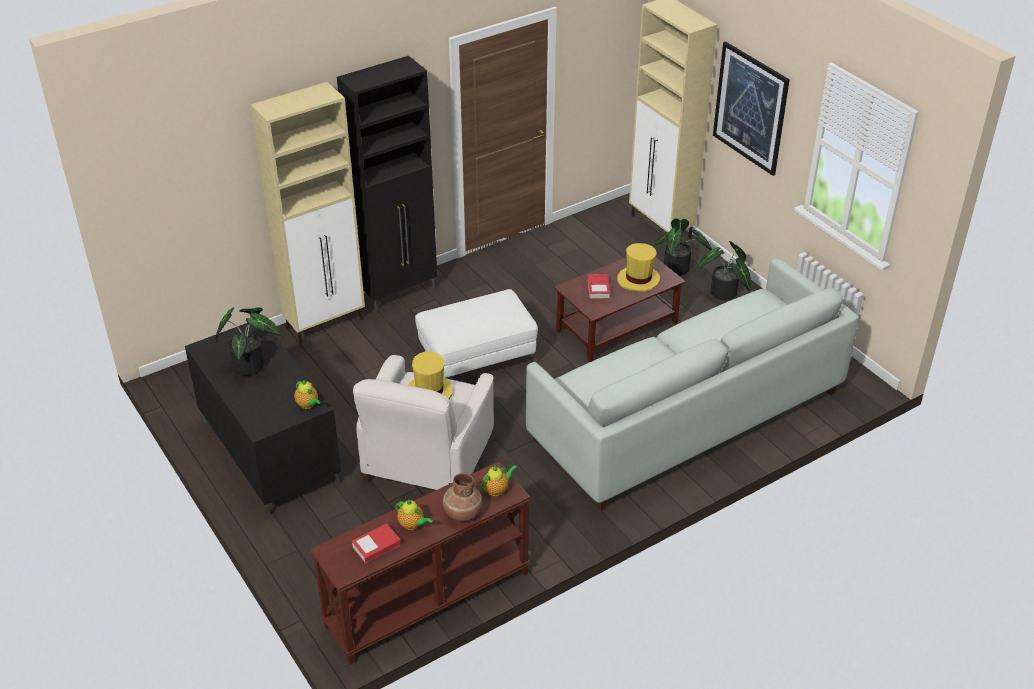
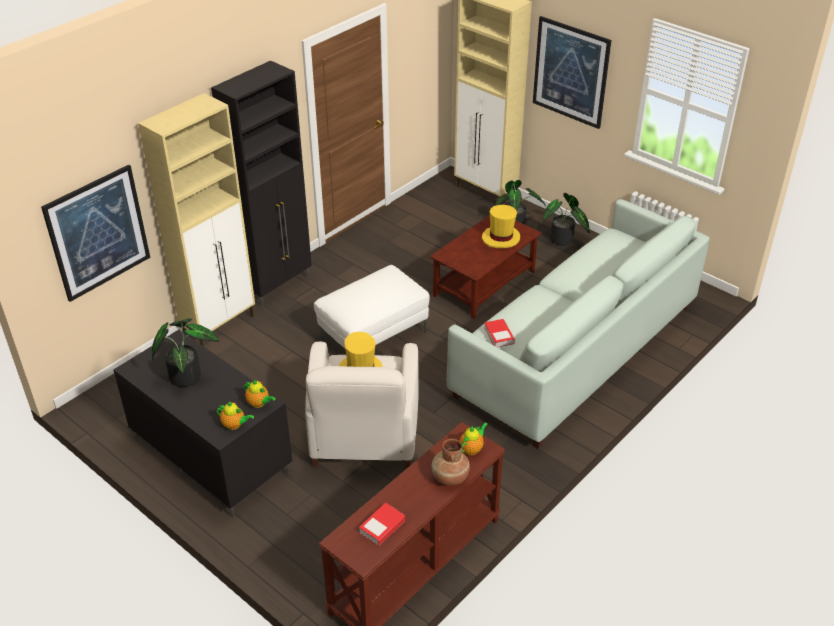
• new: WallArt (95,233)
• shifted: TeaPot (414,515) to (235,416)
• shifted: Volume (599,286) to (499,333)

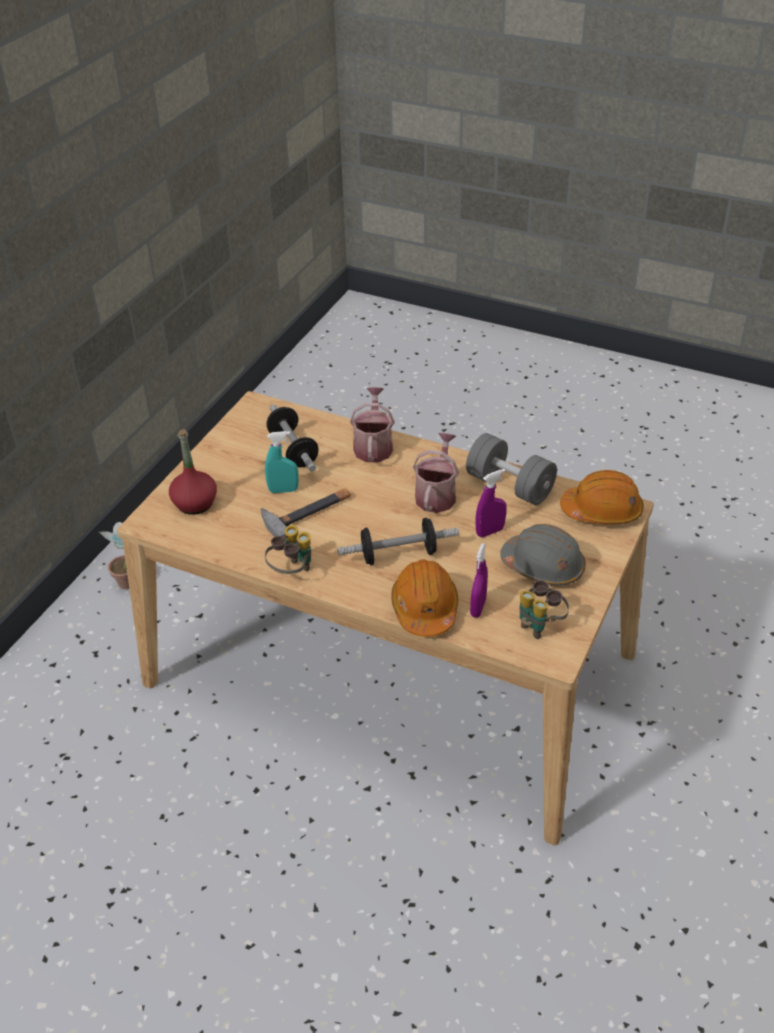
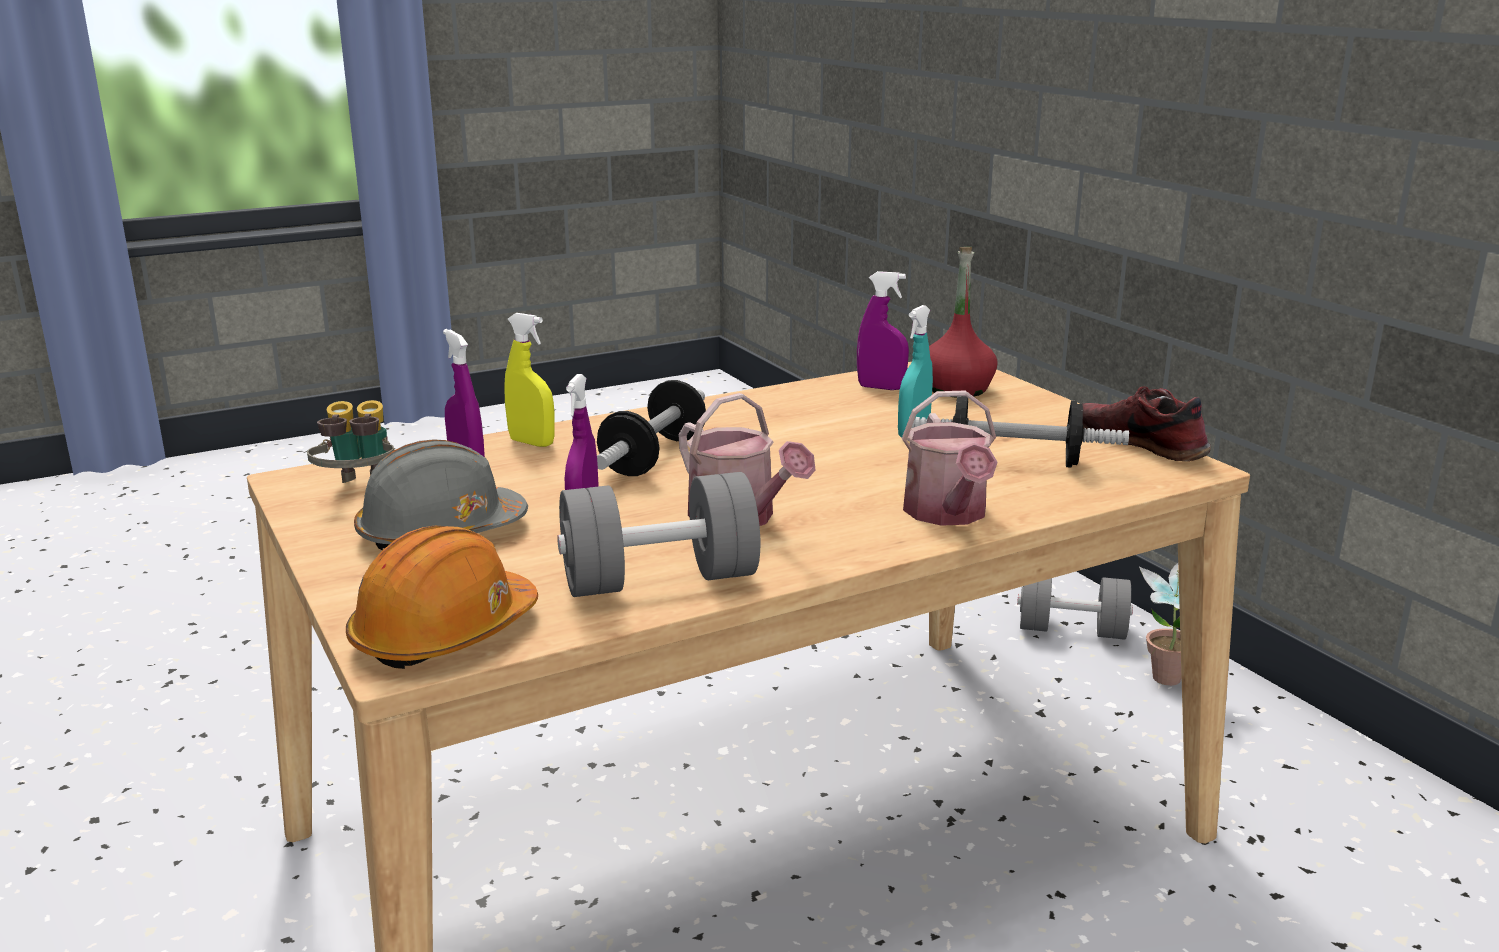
• swapped: OrangeSafetyHelmet (425,598) to YellowHandSprayer (529,380)
• new: PurpleHandSprayer (883,330)
• rotated: WateringCan (372,425) = (950,458) 45 degrees clockwise
• new: GreyDumbbell (1075,608)
• new: LowShoe (1146,423)
• gone: Hammer (306,513)
• gone: Binoculars (288,549)

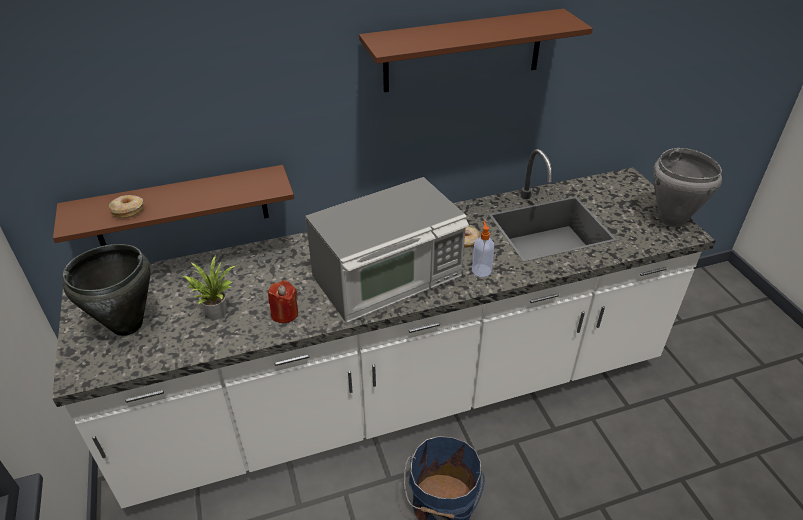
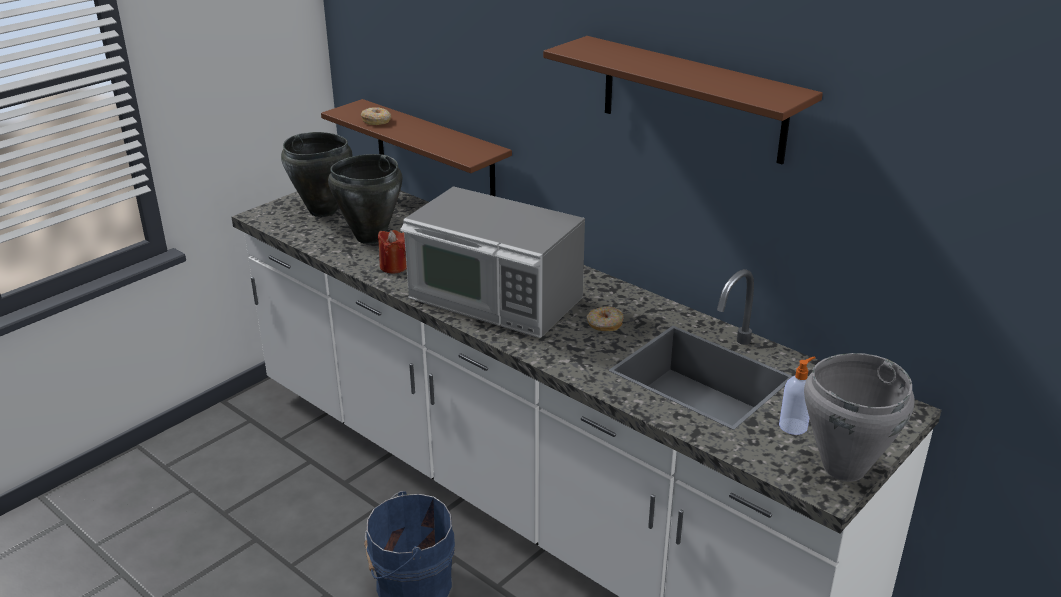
• swapped: PlantInAPot (210,288) to BlackColouredStockpot (365,199)
• shifted: LiquidSoapBottle (483,249) to (797,395)

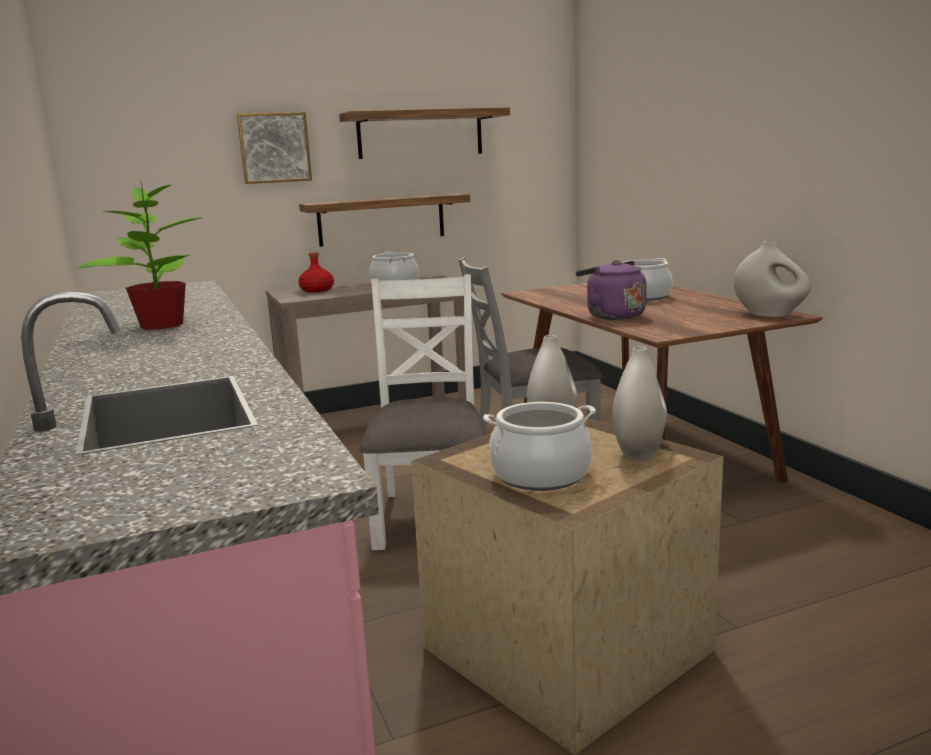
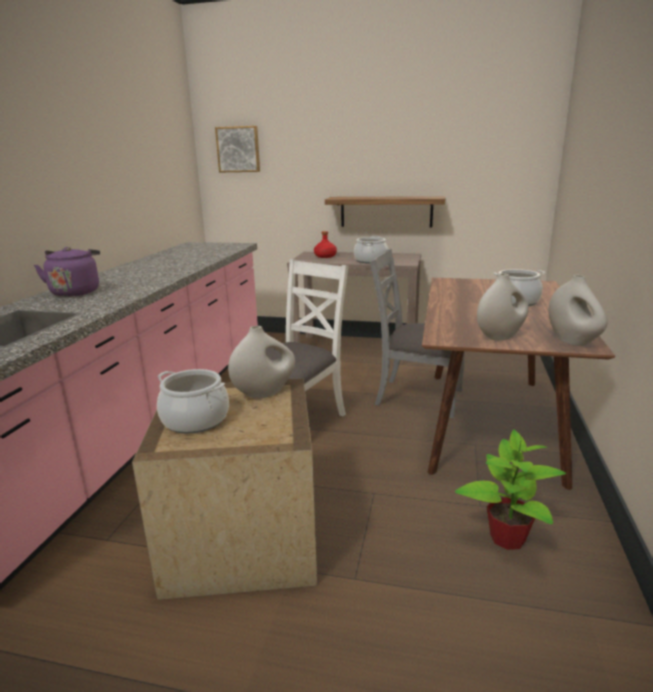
• shifted: PurpleWaterKettle (611,290) to (67,272)
• shifted: WallArt (274,148) to (237,149)
• shifted: PlantInAPot (138,254) to (510,489)
• shifted: WhiteColouredVase (639,403) to (503,307)
• gone: Shelf (424,133)

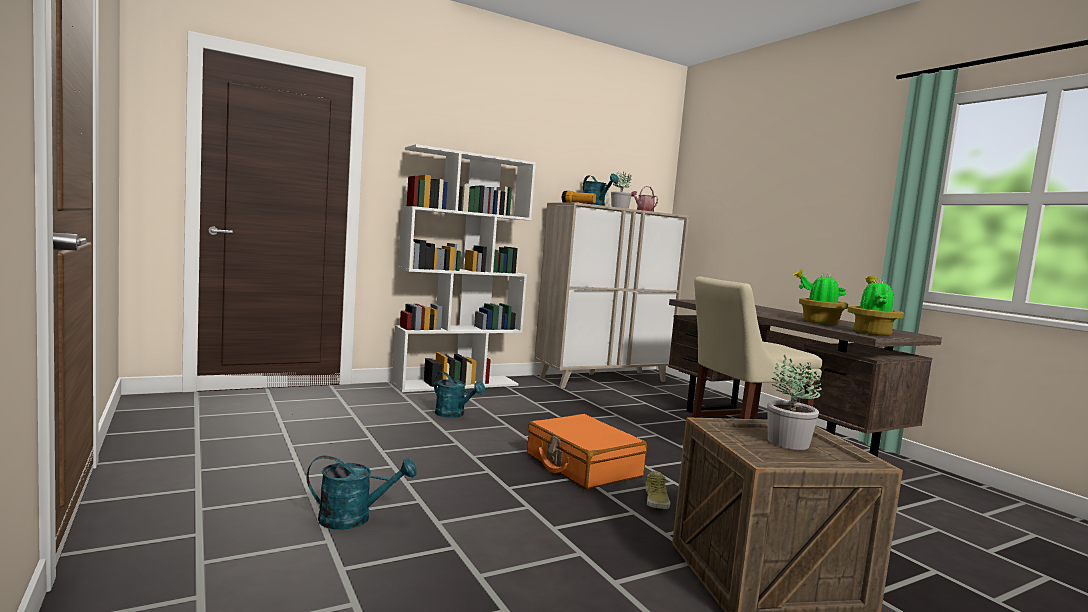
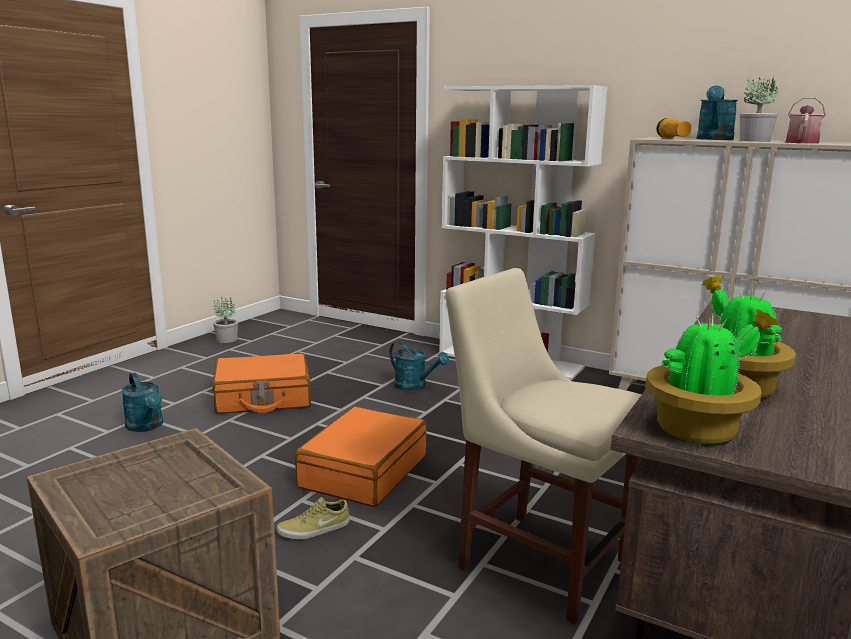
• new: OrangeSuitcase (261,383)
• shifted: PlantInAPot (794,402) to (225,320)
• rotated: TurquoiseWateringCan (459,395) = (419,366) 60 degrees counterclockwise

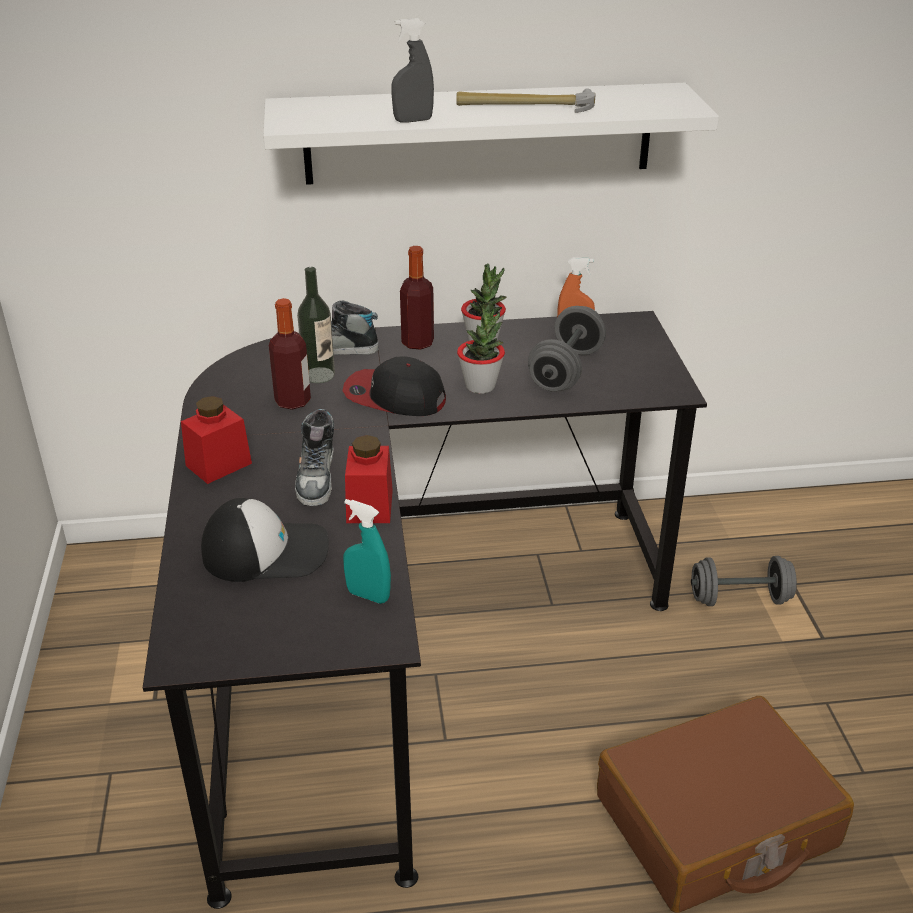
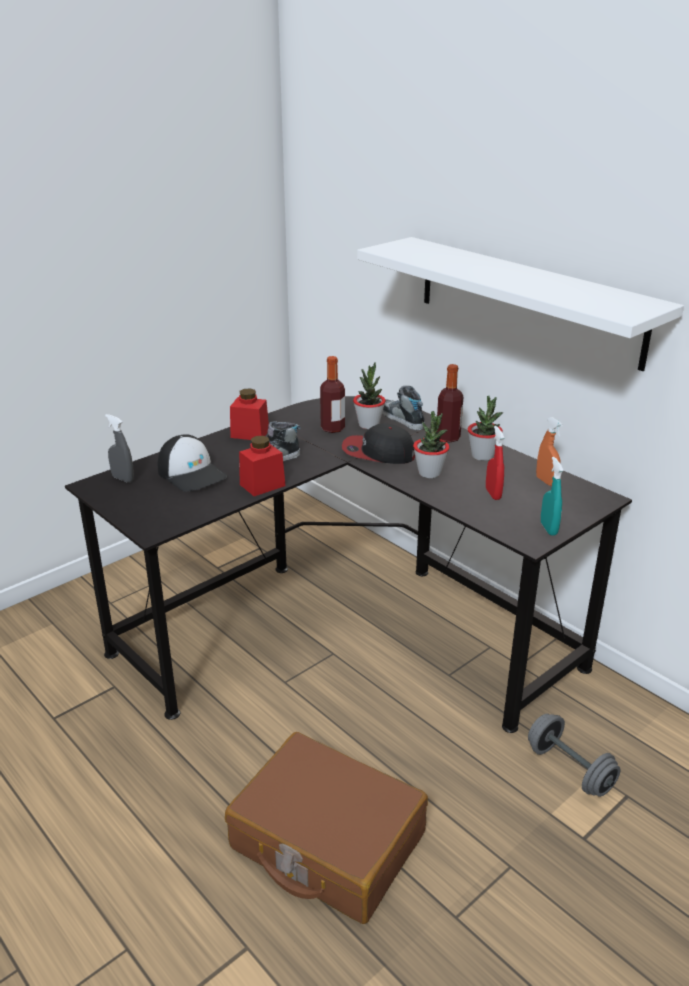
• shifted: GreyHandSprayer (412,70) to (119,448)
• rotated: BaseballCap (394,386) = (378,443) 60 degrees counterclockwise
• swapped: Bottle (316,325) to PlantInAPot (369,395)
• swapped: GreyDumbbell (567,348) to ReddishHandSprayer (495,463)
• shifted: TurquoiseHandSprayer (367,551) to (552,496)
• gone: Hammer (525,100)

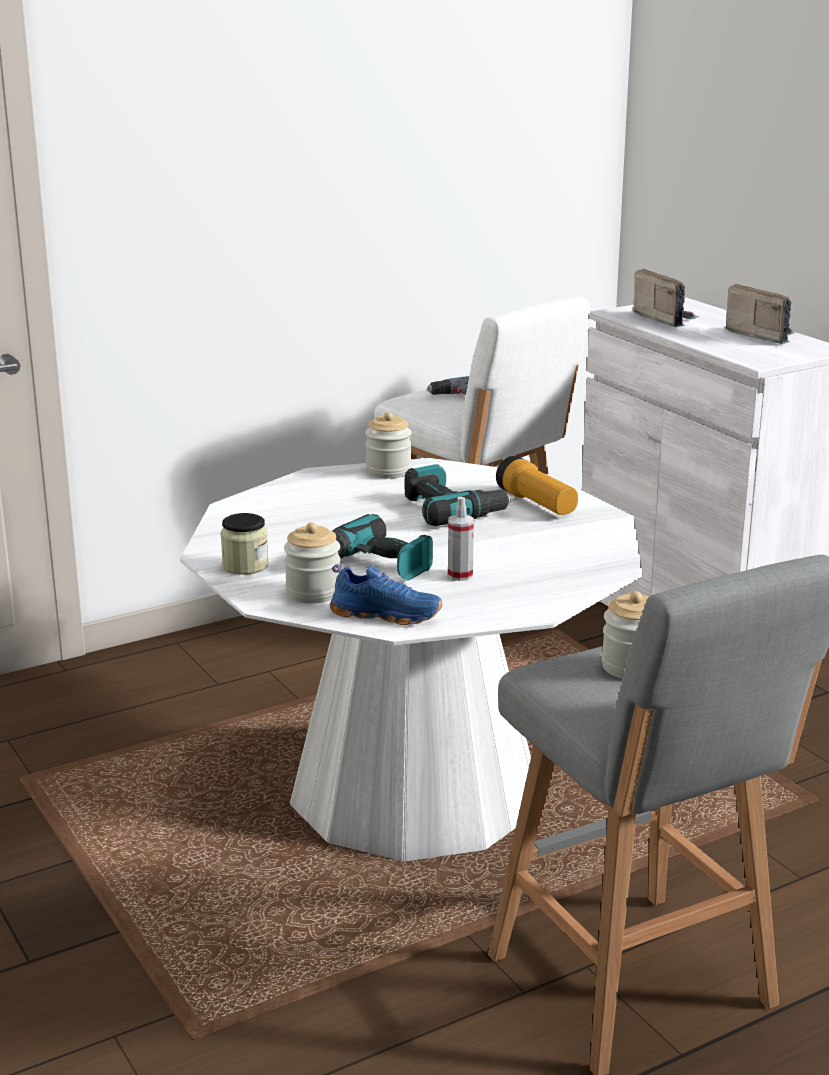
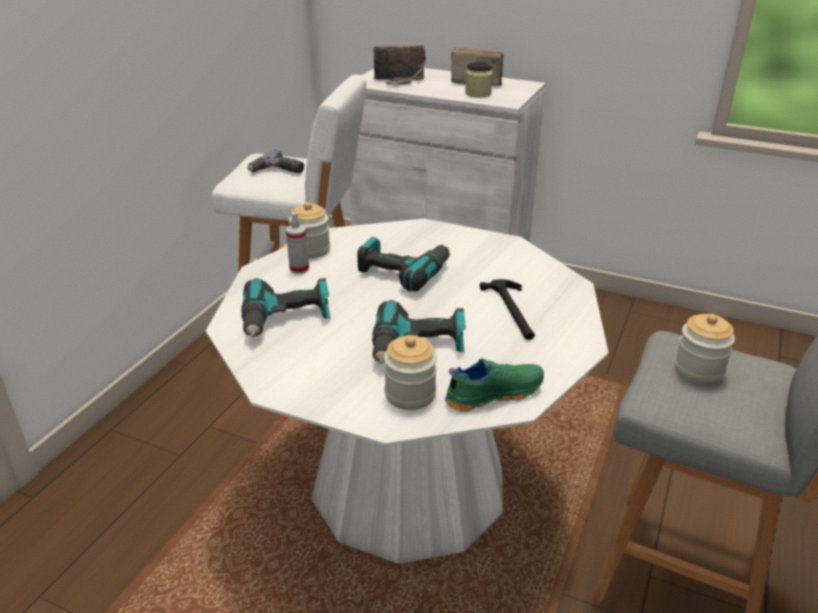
• new: PowerDrill (286,307)
• shifted: HandSprayer (461,539) to (297,243)
• rotated: Radio (666,297) = (399,65) 150 degrees clockwise
• repainted: BluishLowShoe (386,594) to GreenLowShoe (494,384)
• shifted: StorageJar (245,544) to (479,79)
• new: Hammer (507,309)
• gone: HandTorch (537,485)

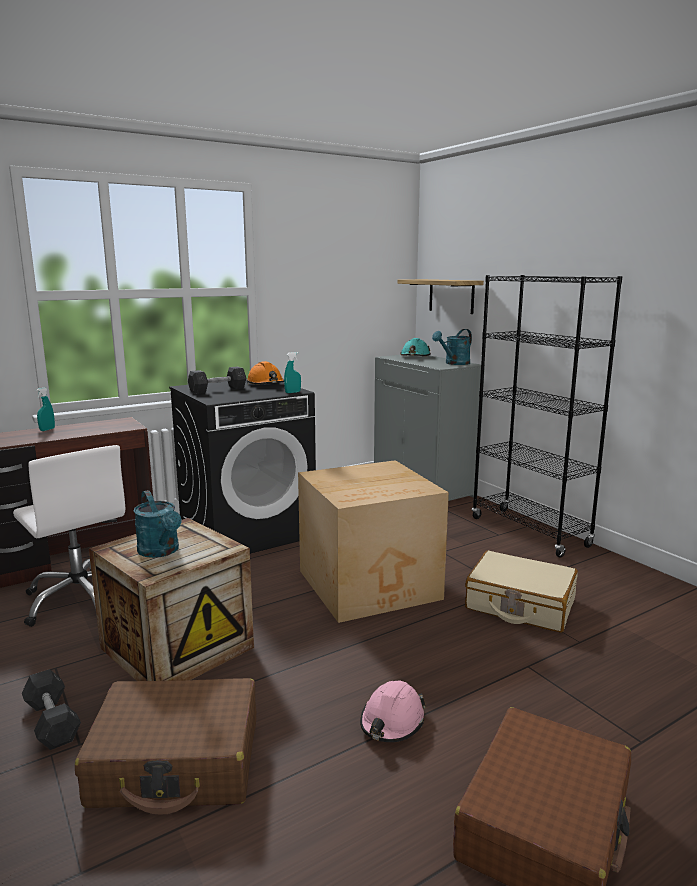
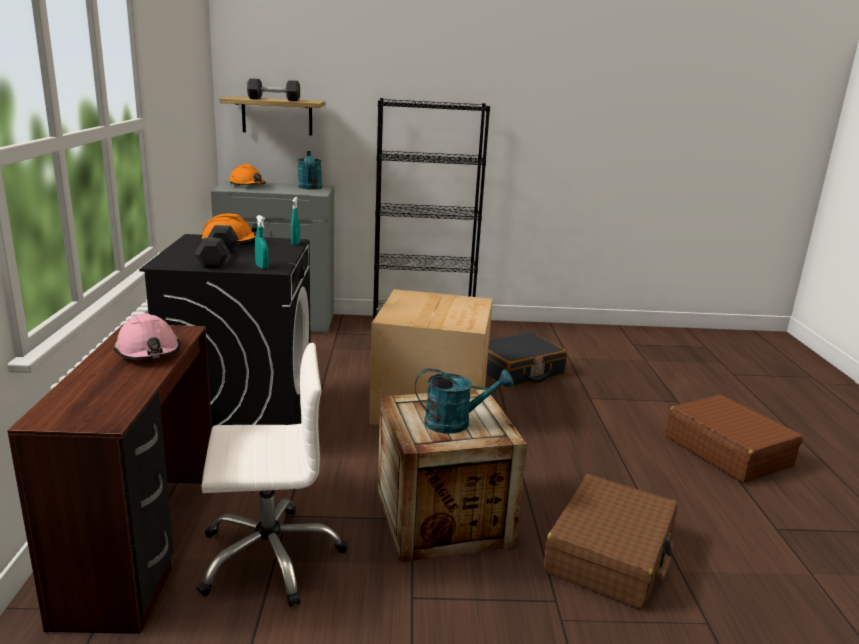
• shifted: PinkishSafetyHelmet (393,711) to (147,336)
• repainted: TurquoiseSafetyHelmet (415,347) to OrangeSafetyHelmet (247,174)
• shifted: GreyDumbbell (51,709) to (273,89)
• shifted: TurquoiseHandSprayer (45,409) to (262,242)
• repainted: BeigeSuitcase (521,591) to BlackColouredSuitcase (526,359)

